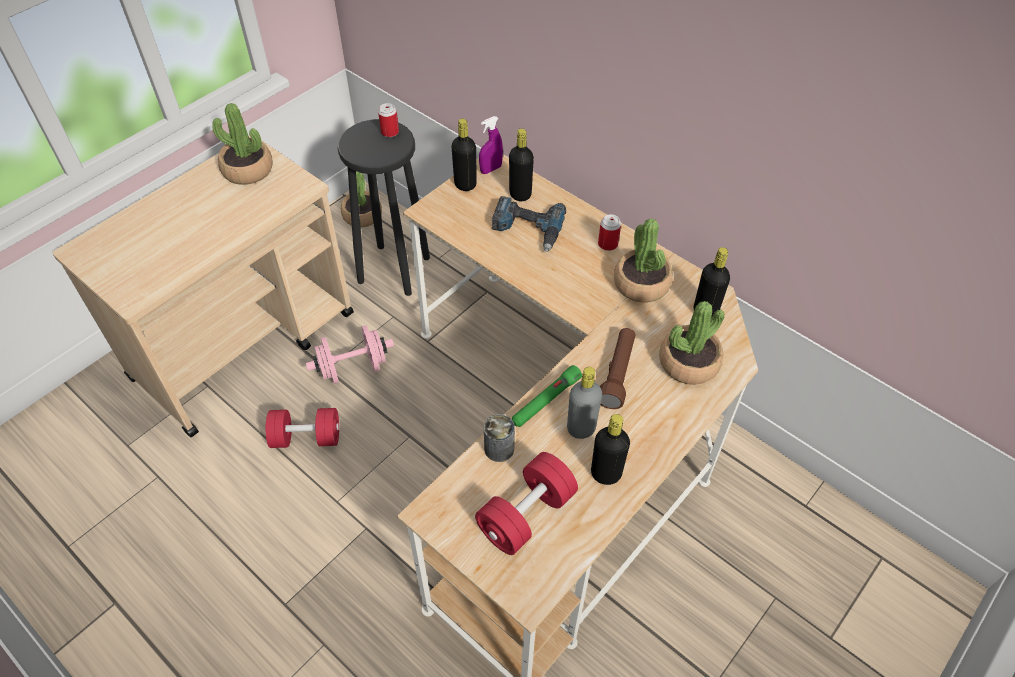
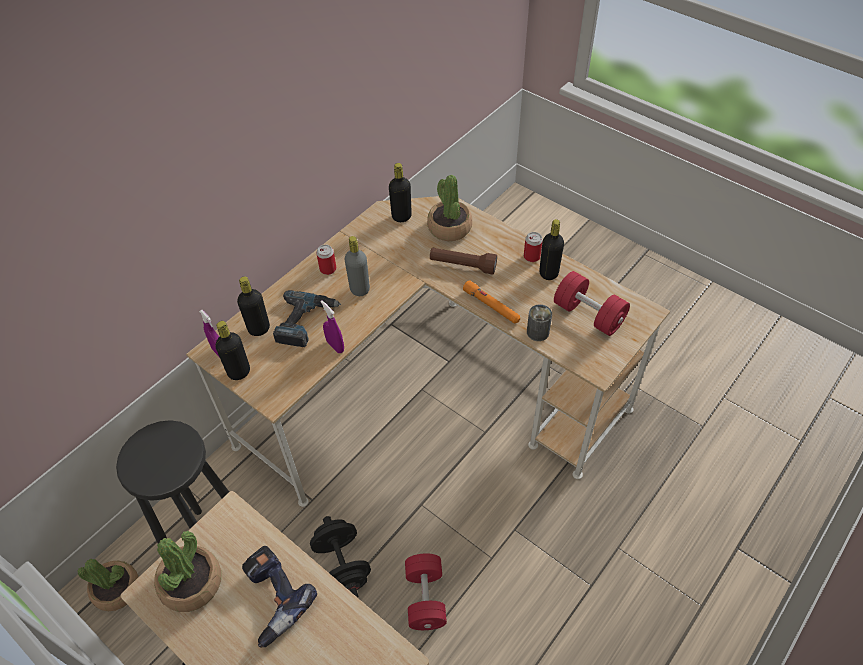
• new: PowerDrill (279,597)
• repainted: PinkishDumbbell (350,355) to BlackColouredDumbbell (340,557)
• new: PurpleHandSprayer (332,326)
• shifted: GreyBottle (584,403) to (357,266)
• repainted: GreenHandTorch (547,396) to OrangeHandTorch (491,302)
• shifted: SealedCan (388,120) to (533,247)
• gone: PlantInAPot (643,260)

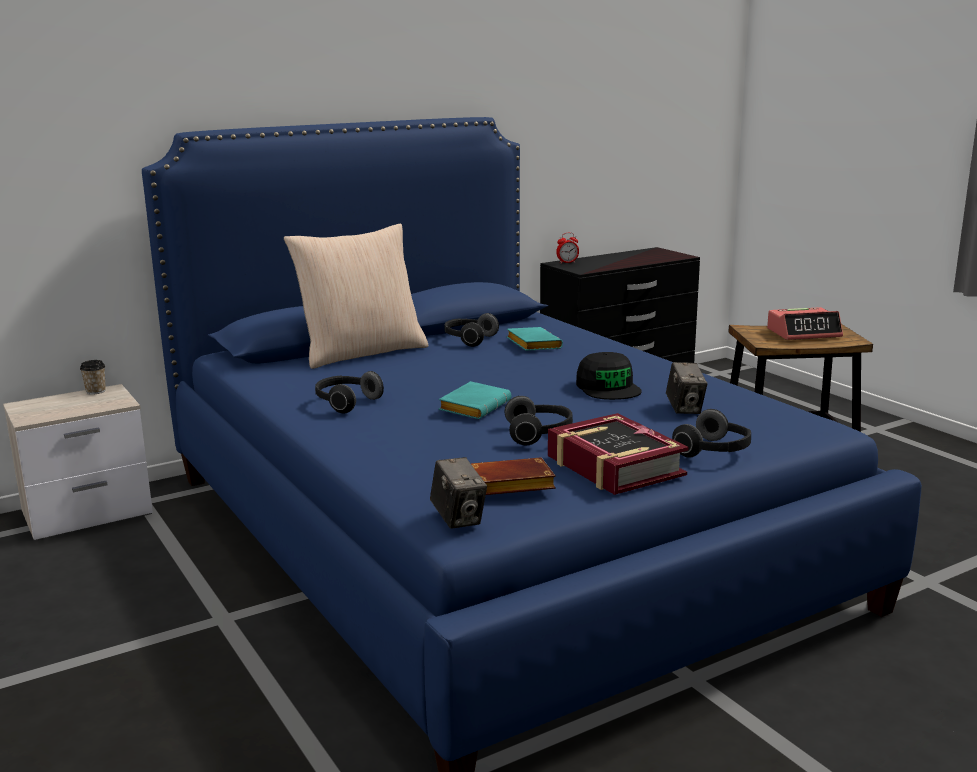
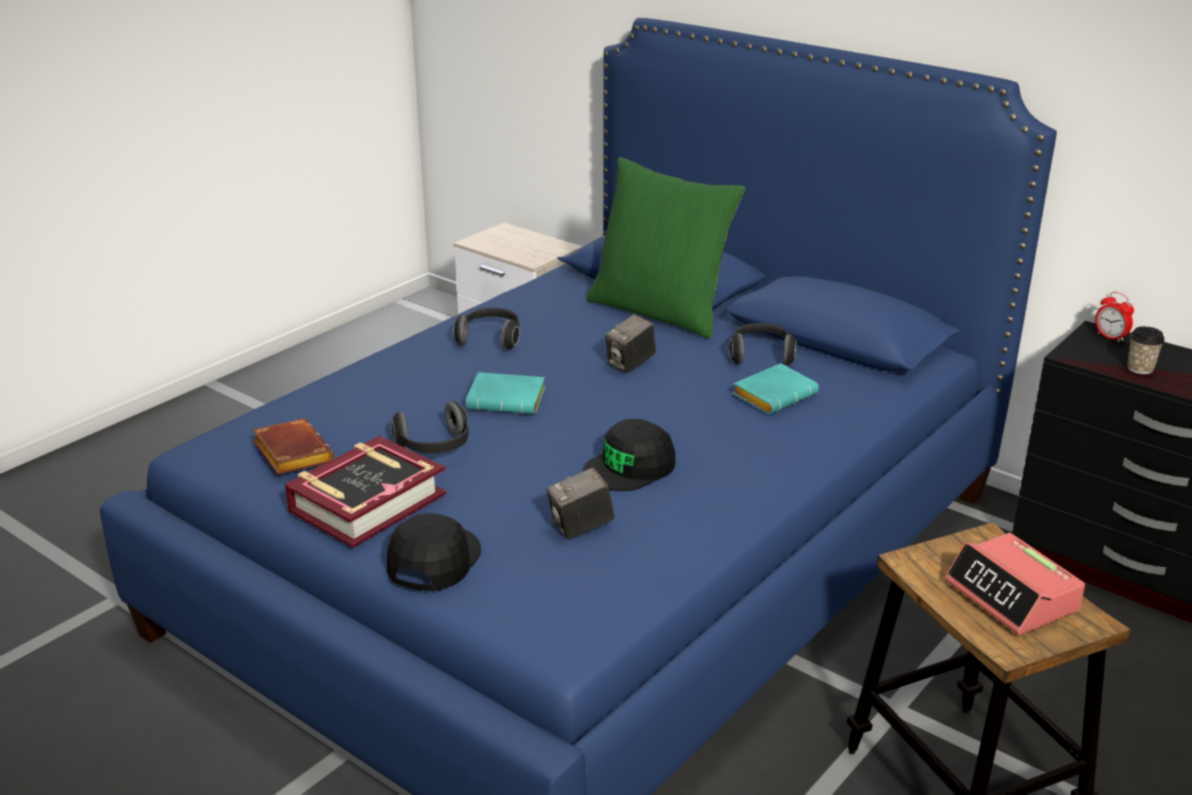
• swapped: PairOfHeadphones (711,433) to BlackColouredBaseballCap (434,552)
• repainted: BeigeCushion (356,296) to GreenCushion (666,248)
• shifted: StillCamera (458,493) to (630,343)
• shifted: DrinkingCup (93,377) to (1146,350)

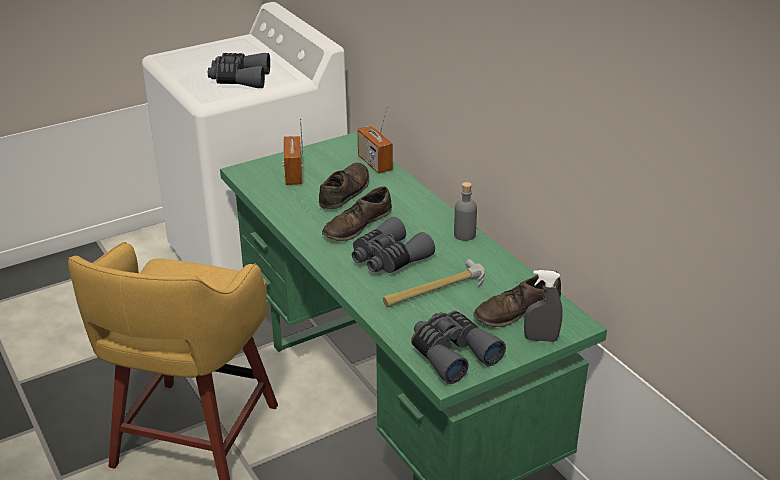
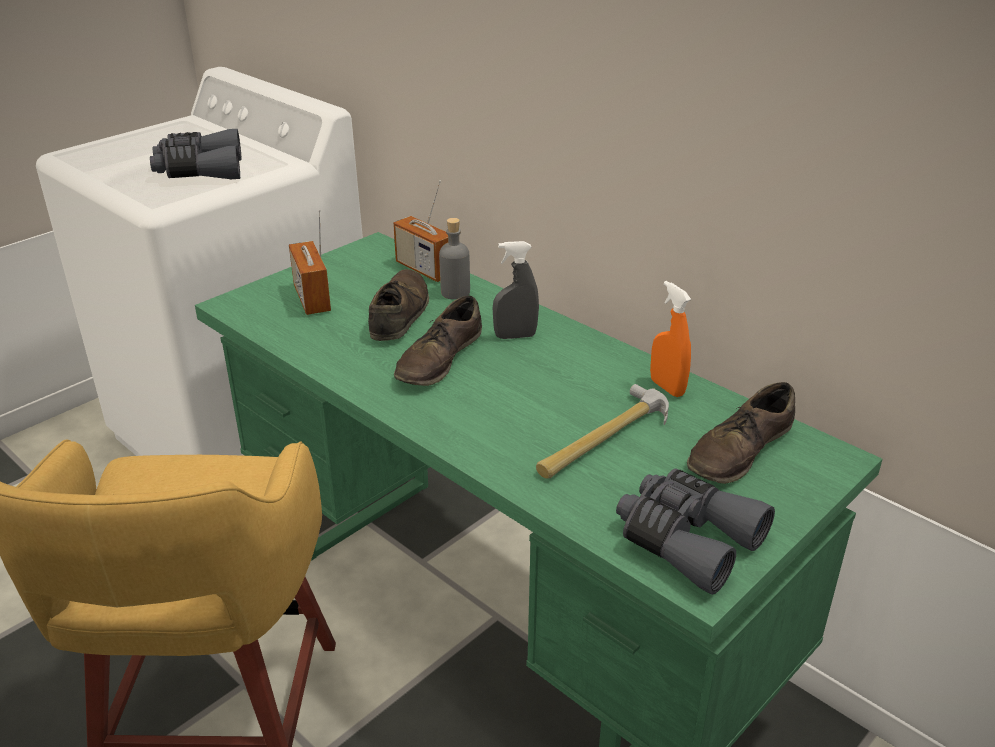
• shifted: GreyBottle (465,211) to (454,259)
• shifted: GreyHandSprayer (543,306) to (516,290)
• new: OrangeHandSprayer (670,339)
• gone: GreyBinoculars (393,245)

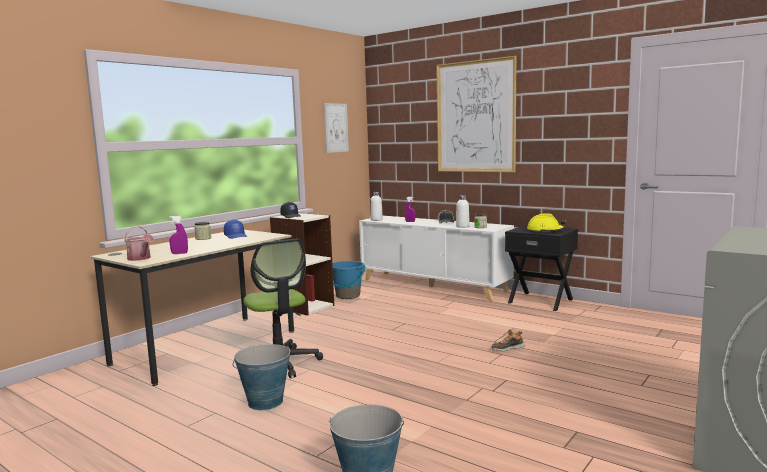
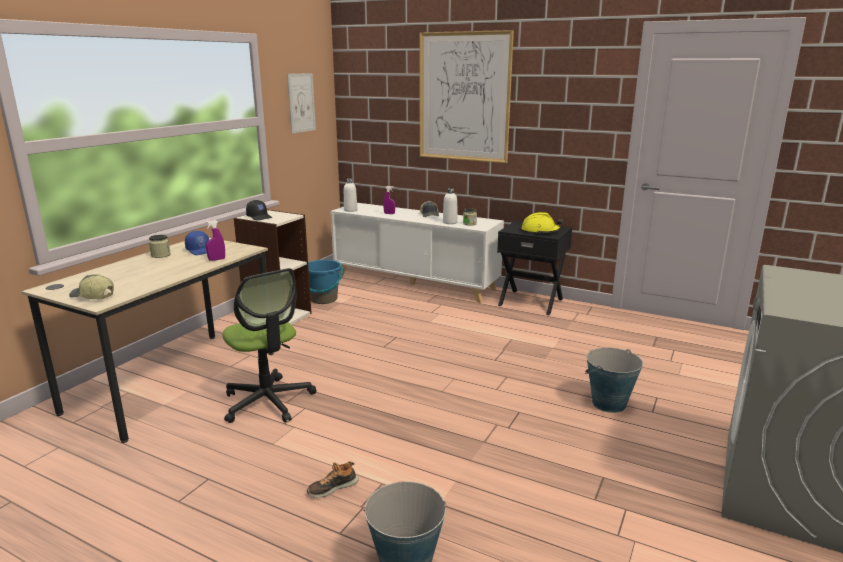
• swapped: WateringCan (139,243) to BaseballCap (91,286)
• shifted: PurpleHandSprayer (179,235) to (215,240)
• shifted: LowShoe (508,340) to (332,479)
• shifted: WaterBucket (261,377) to (614,380)

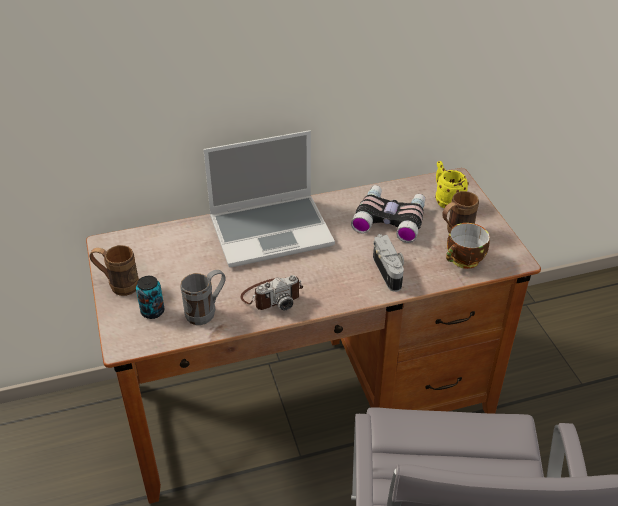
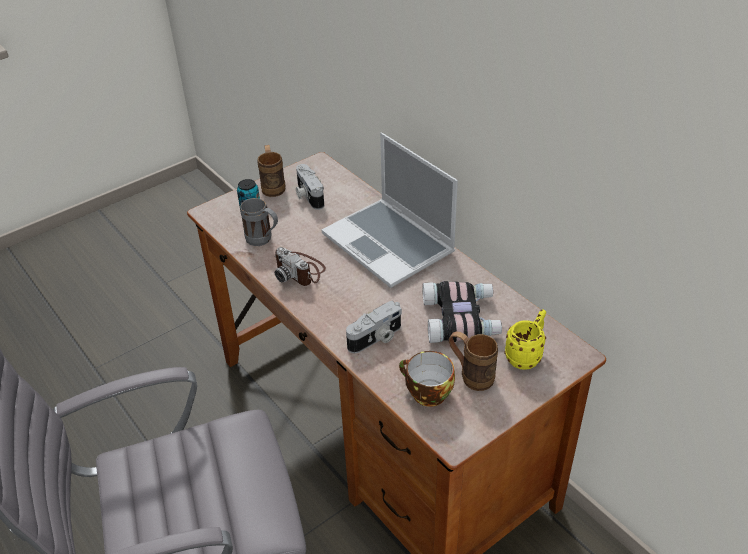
• new: StillCamera (310,187)

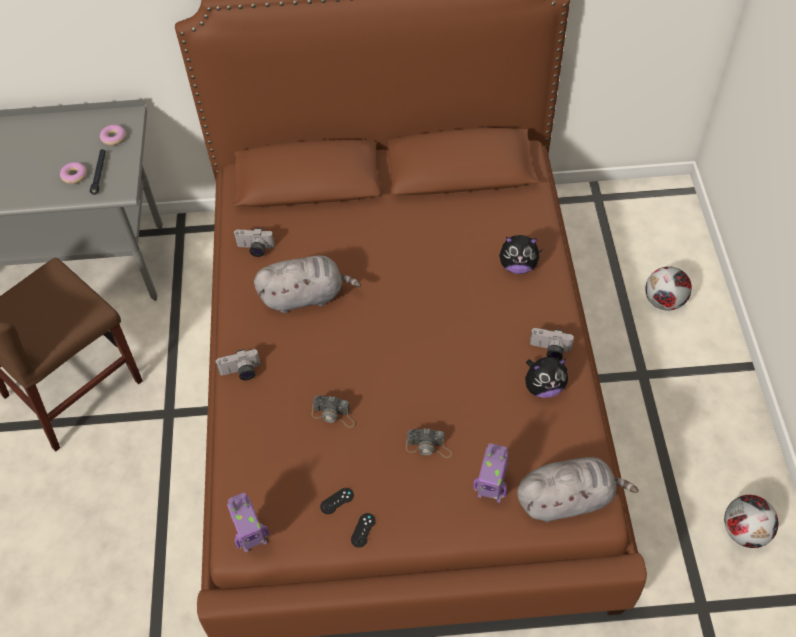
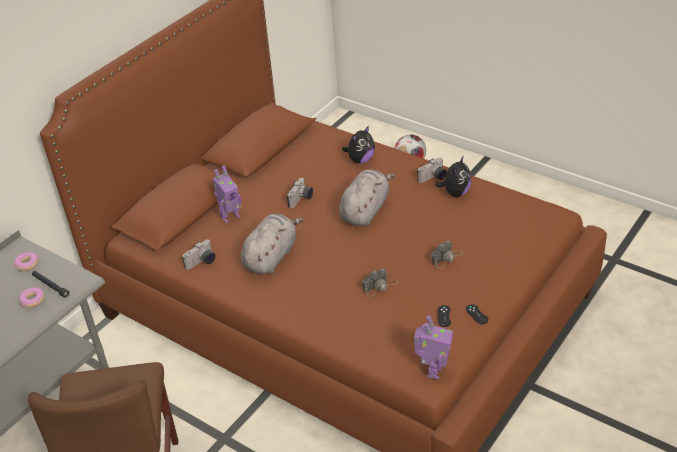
• shifted: ToyRobot (490,473) to (227,194)
• shifted: StillCamera (238,364) to (300,193)
• shifted: GreyPlushToy (578,489) to (367,197)
• gone: BallForFootball (751,521)

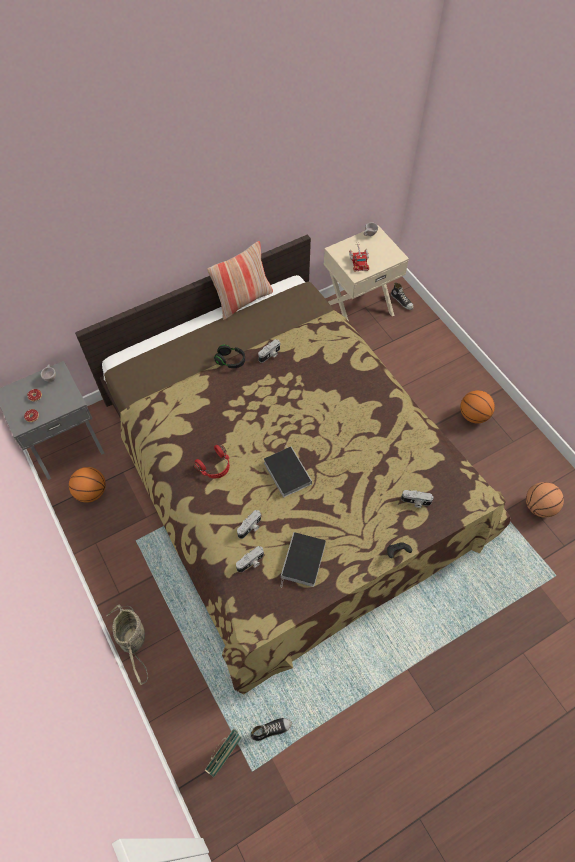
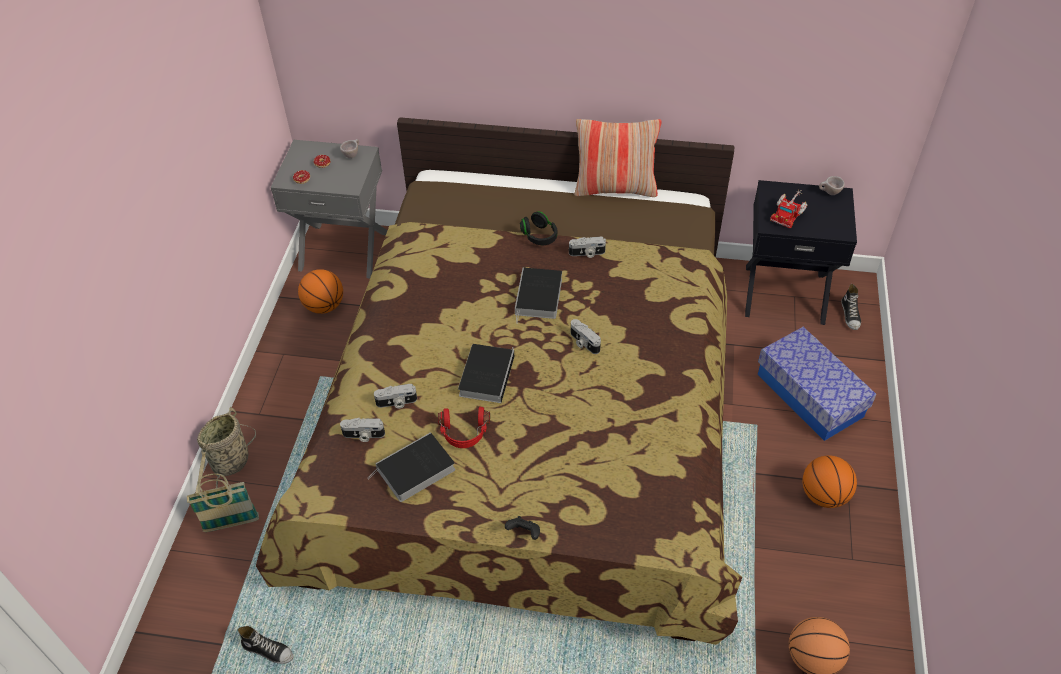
• shifted: StorageBasket (223,753) to (223,502)
• shifted: ReddishPairOfHeadphones (211,461) to (464,427)
• new: Volume (538,295)
• shifted: StillCamera (417,499) to (586,336)
• repainted: BeigeNightstand (366,273) to BlackColouredNightstand (801,252)
• new: StorageBox (817,384)

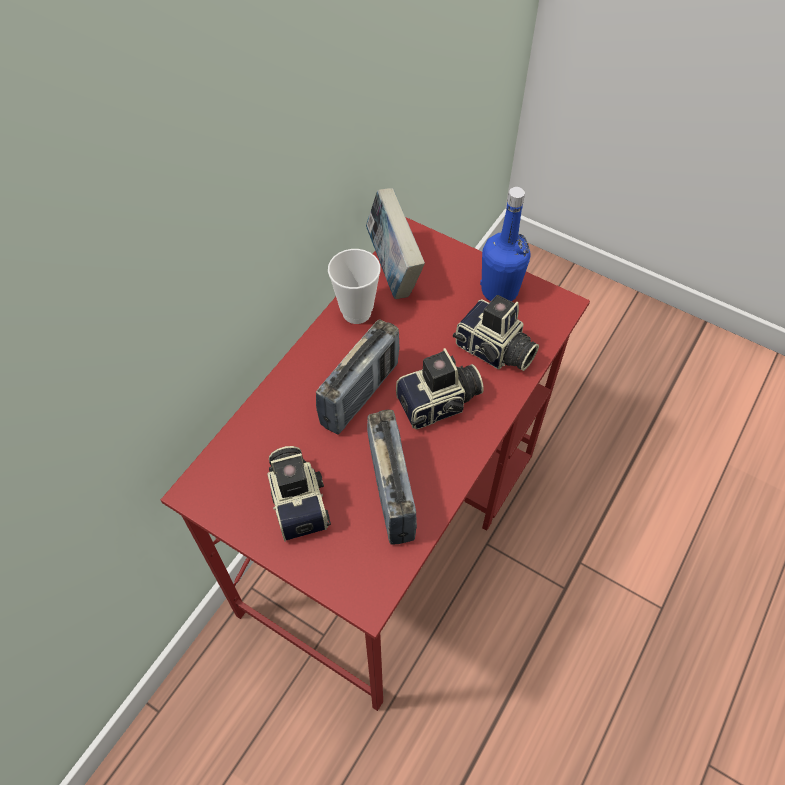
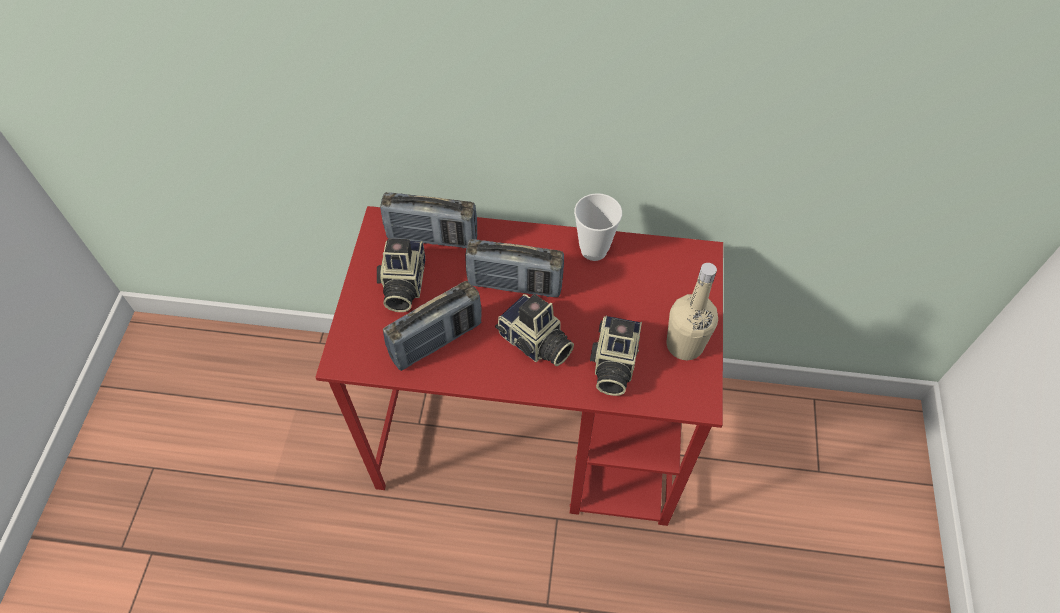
• rotated: StillCamera (299,494) = (401,275) 135 degrees clockwise
• new: Radio (428,220)
• repainted: BluishBottle (505,244) to BeigeBottle (692,311)
• gone: Volume (395,243)

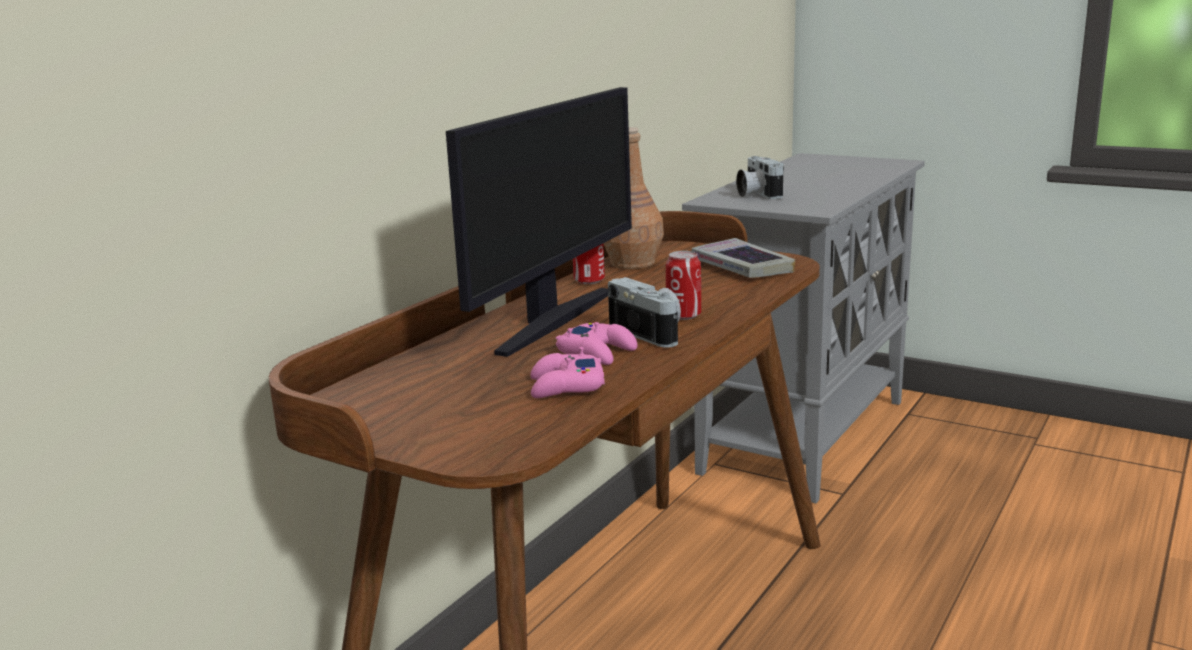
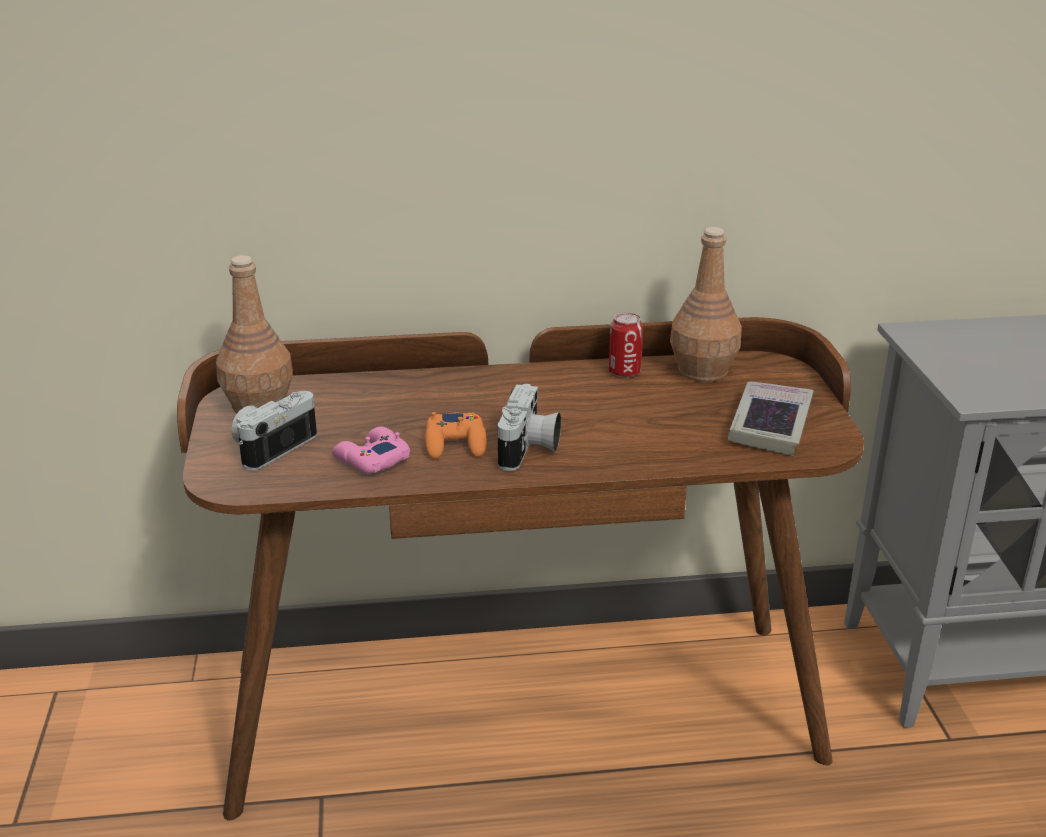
• new: BrownishBottle (254,334)
• shifted: StillCamera (760,177) to (274,431)
• repainted: PinkishGamepad (597,343) to OrangeGamepad (456,435)
• gone: ComputerDisplay (539,222)
• gone: SealedCan (683,285)

